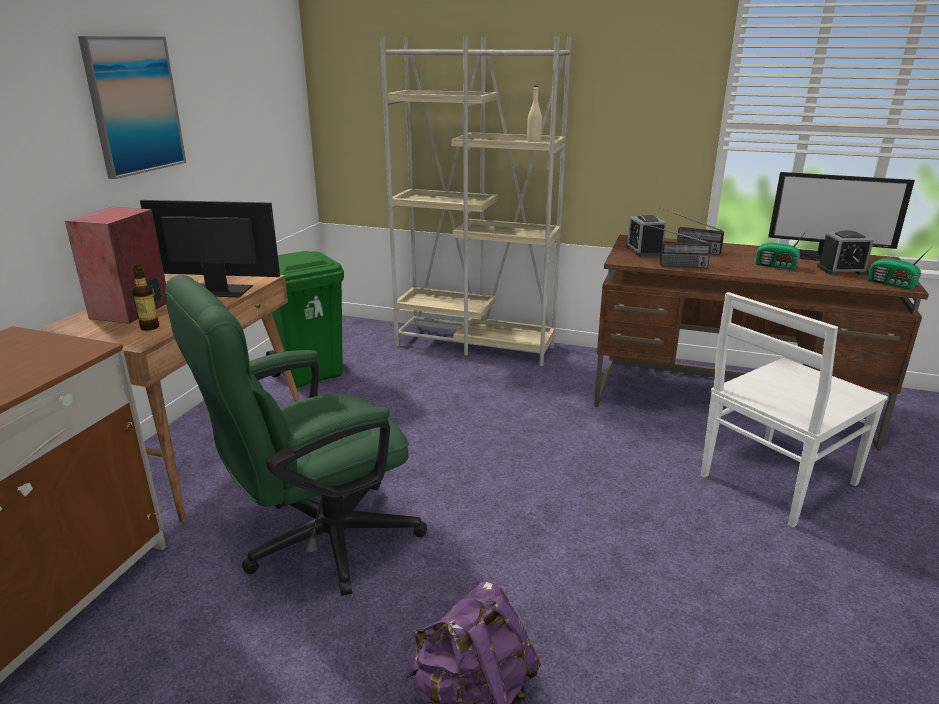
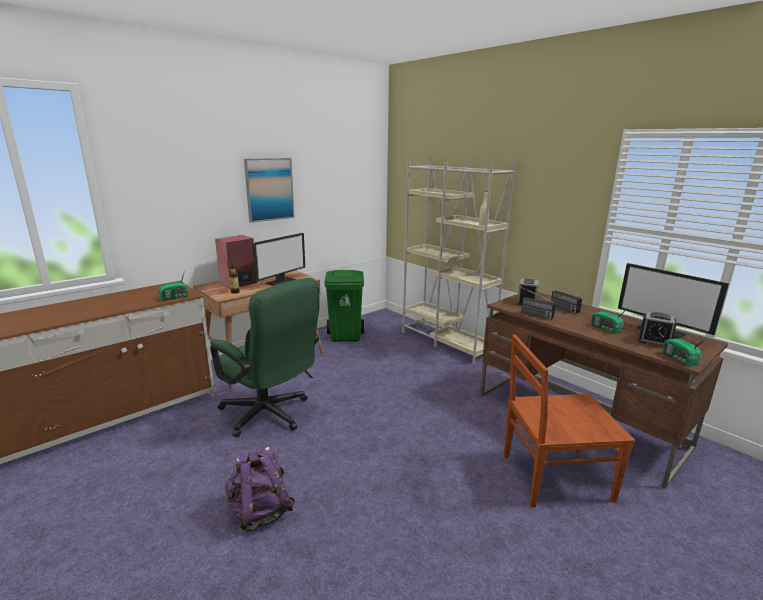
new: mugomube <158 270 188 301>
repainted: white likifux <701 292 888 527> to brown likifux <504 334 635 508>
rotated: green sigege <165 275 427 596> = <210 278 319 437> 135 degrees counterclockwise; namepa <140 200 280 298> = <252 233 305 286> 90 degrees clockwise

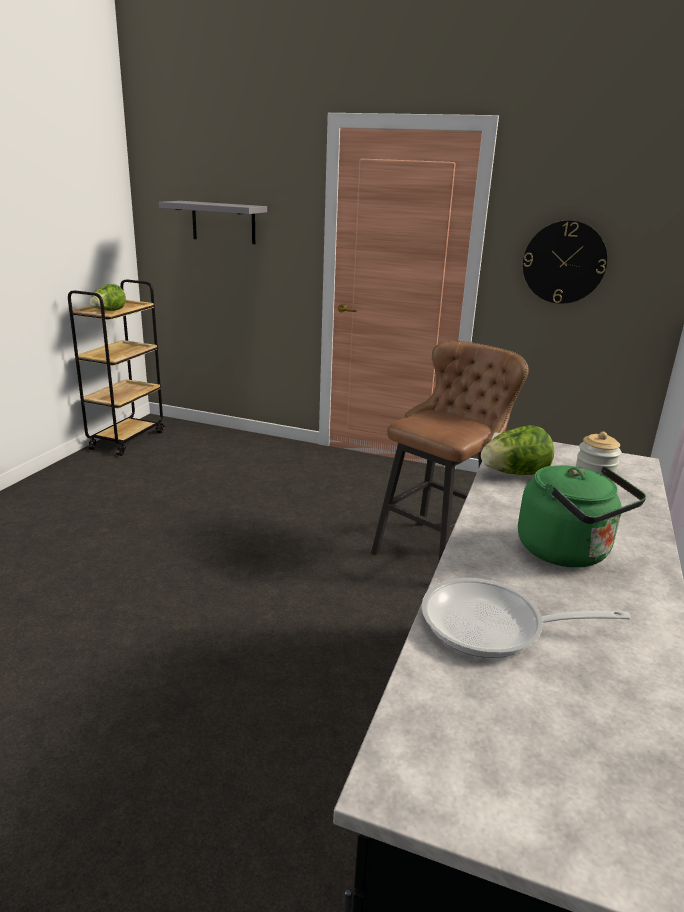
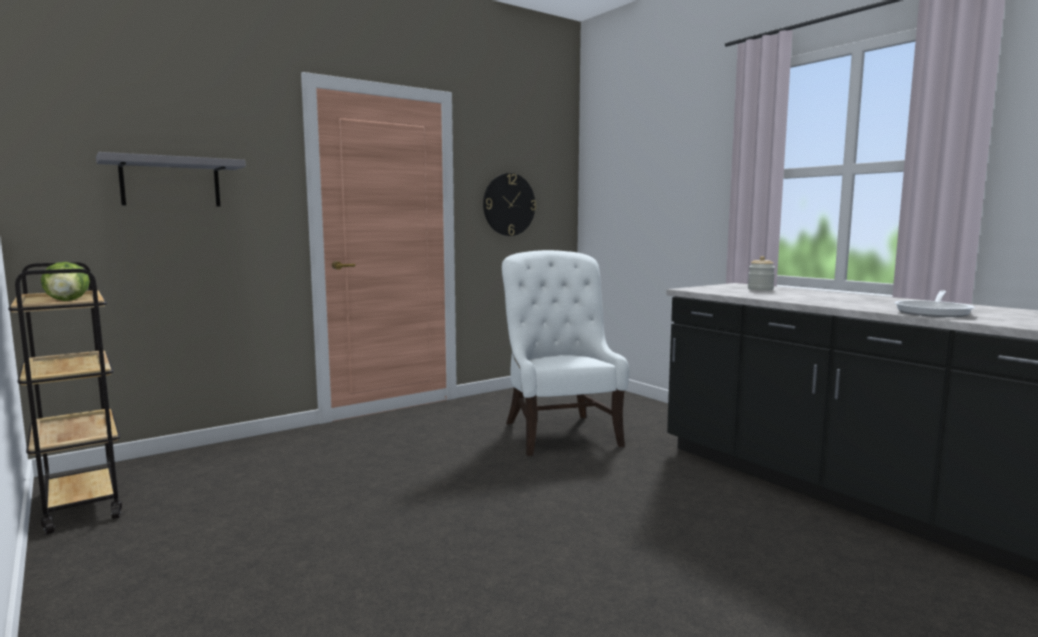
gone: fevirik <481 425 554 475>; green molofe <518 465 646 567>
swapped: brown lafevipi <371 341 529 564> to white likifux <502 250 629 456>

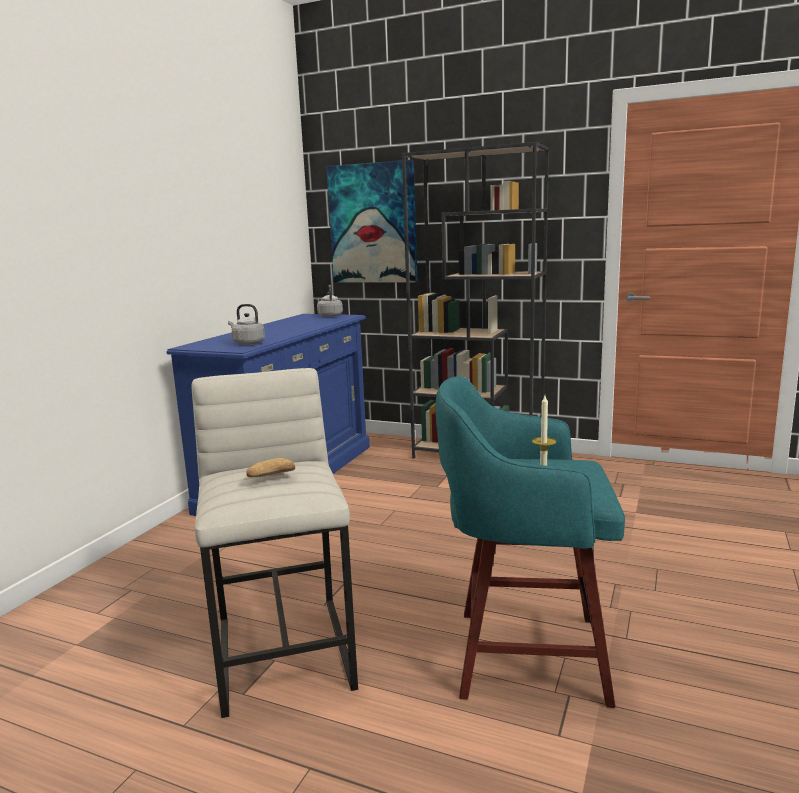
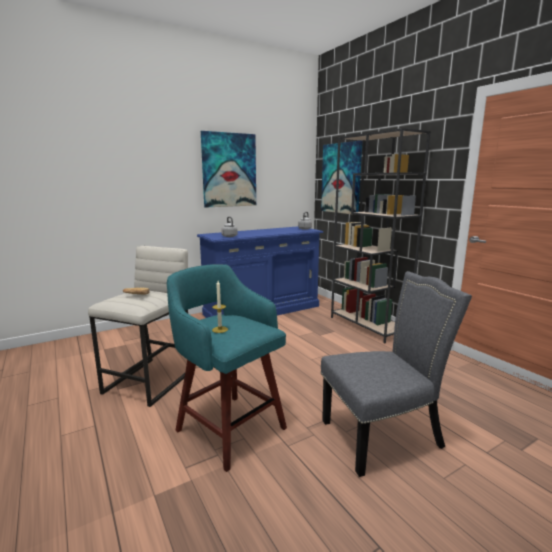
new: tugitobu <201 131 256 208>; grey likifux <320 271 472 477>

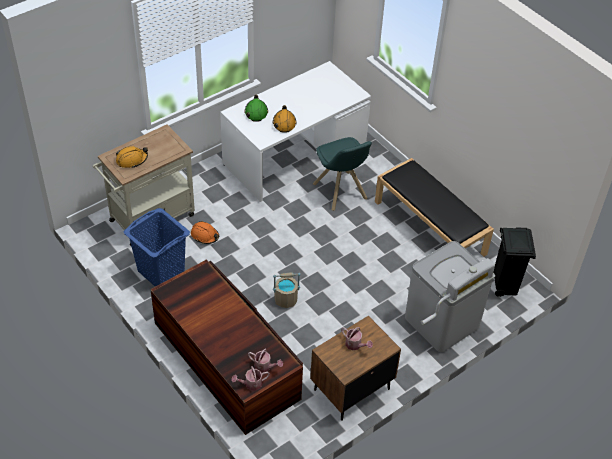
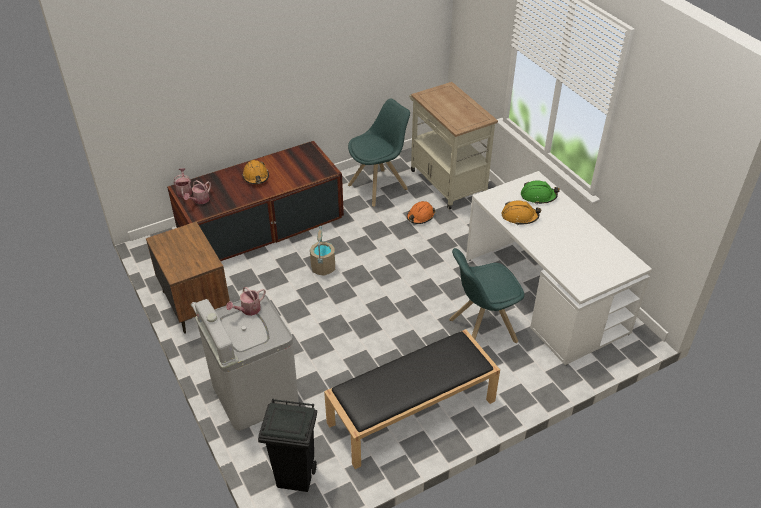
shifted: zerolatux <341 327 373 350> to <226 287 266 316>; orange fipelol <116 146 148 168> to <242 160 269 184>
swapped: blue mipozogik <124 208 190 287> to turquoise likifux <348 98 410 207>

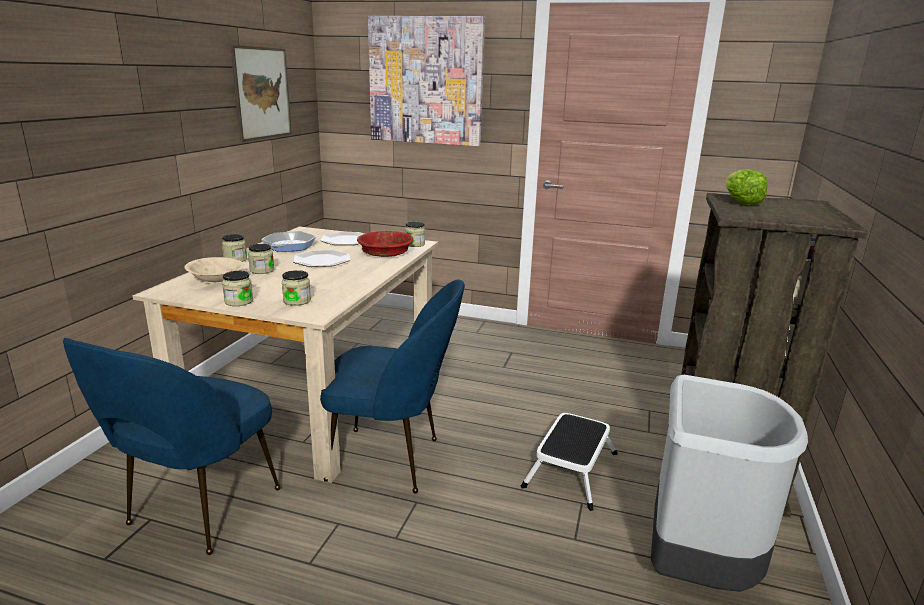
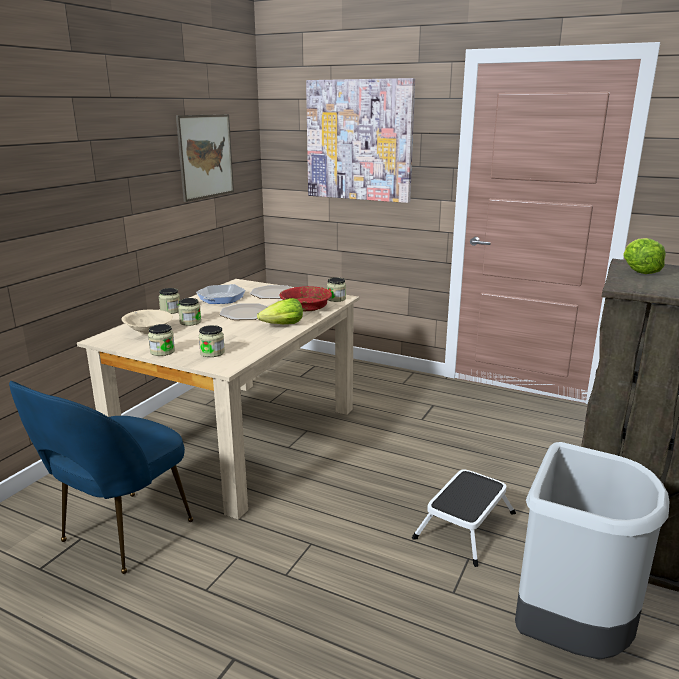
gone: blue likifux <320 279 465 494>
new: fevirik <257 298 303 324>

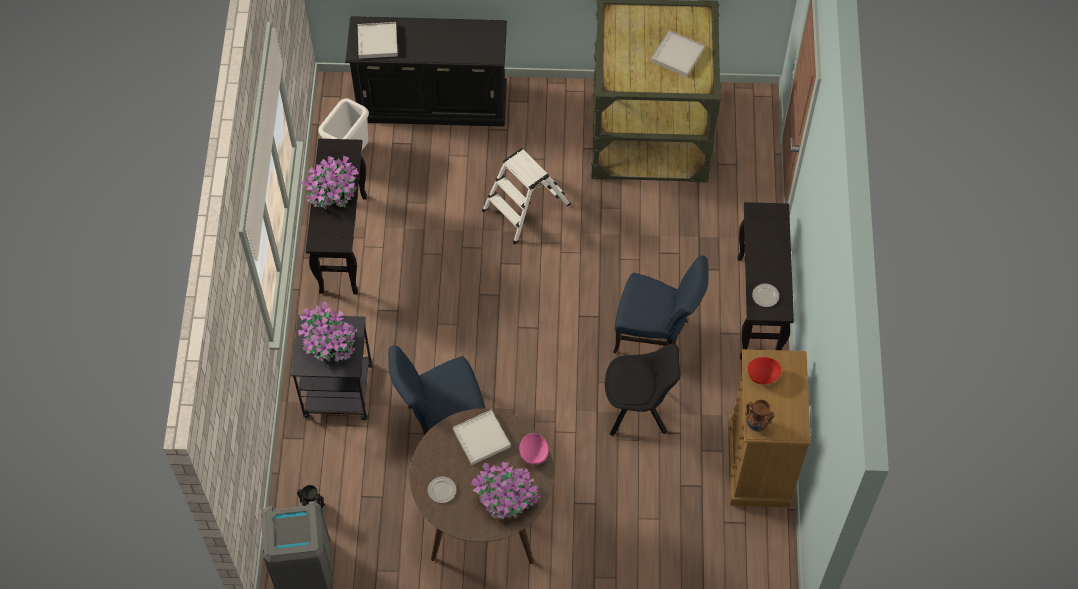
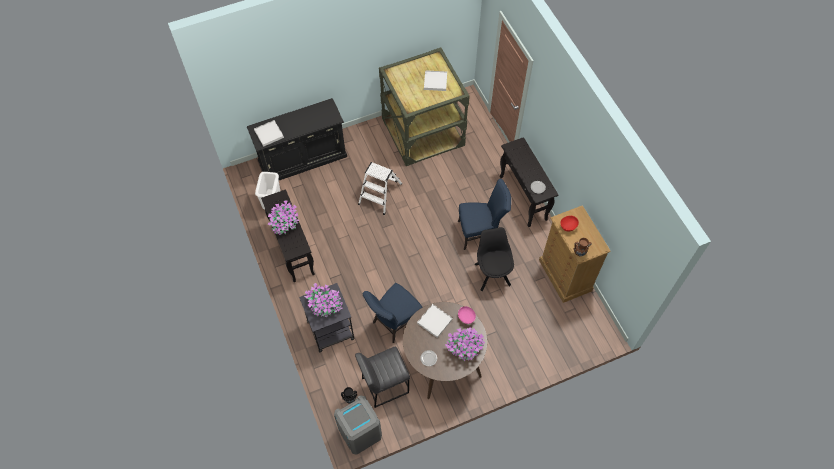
new: grey lafevipi <355 347 410 408>
rotated: black likifux <605 344 680 436> = <475 227 514 291> 75 degrees counterclockwise

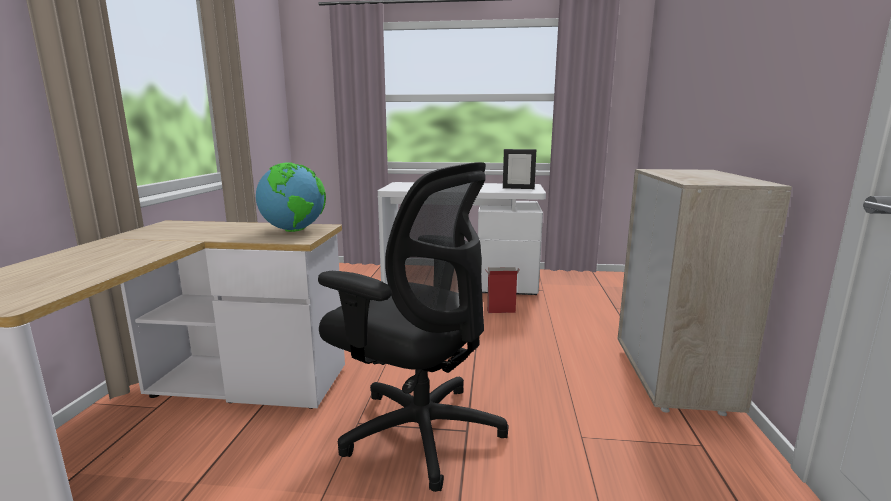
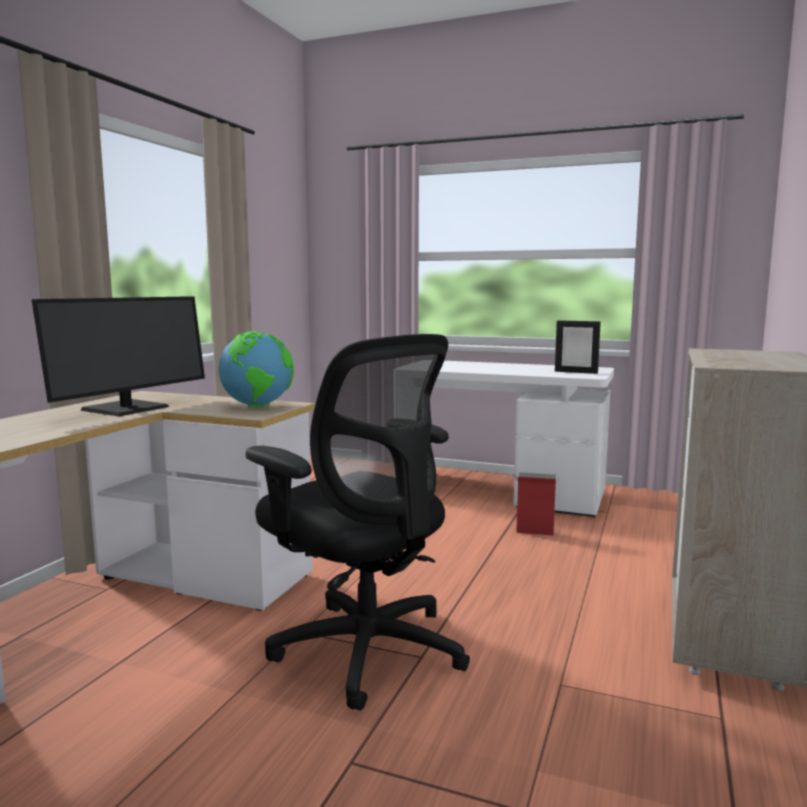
new: namepa <32 296 205 416>

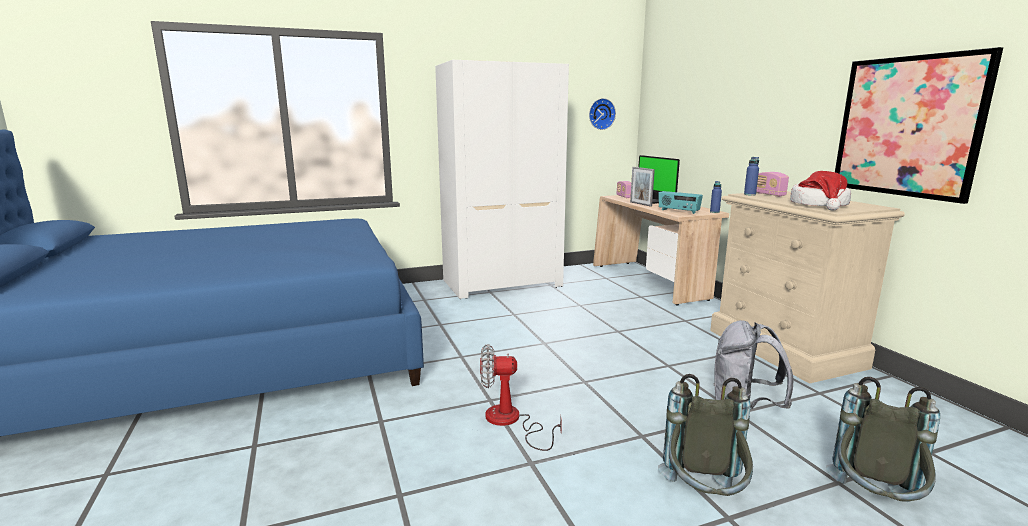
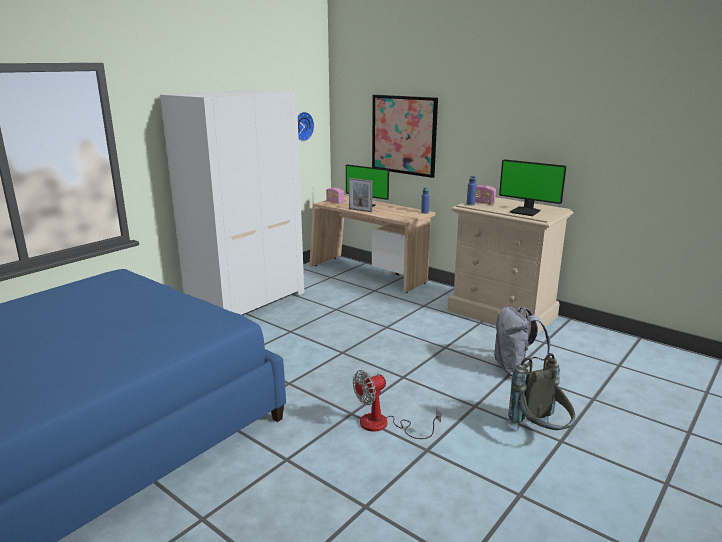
gone: mugomube <658 191 703 214>; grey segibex <826 377 940 502>
shifted: tugitobu <835 47 1003 204> to <372 95 438 178>
swapped: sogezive <790 171 851 211> to namepa <499 159 566 216>

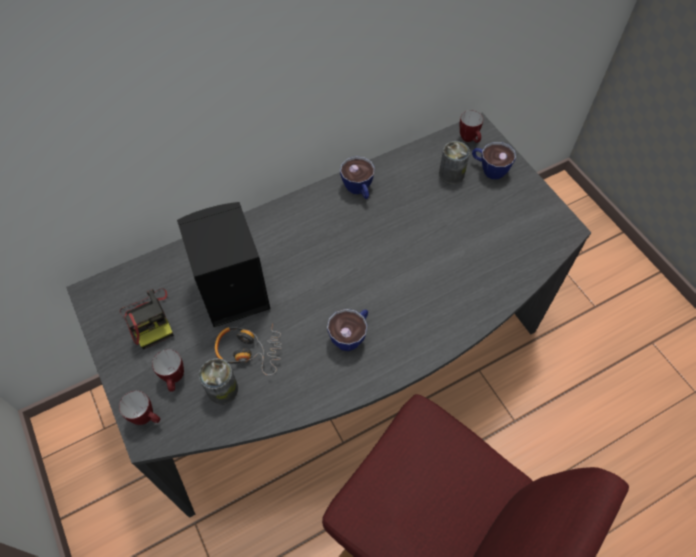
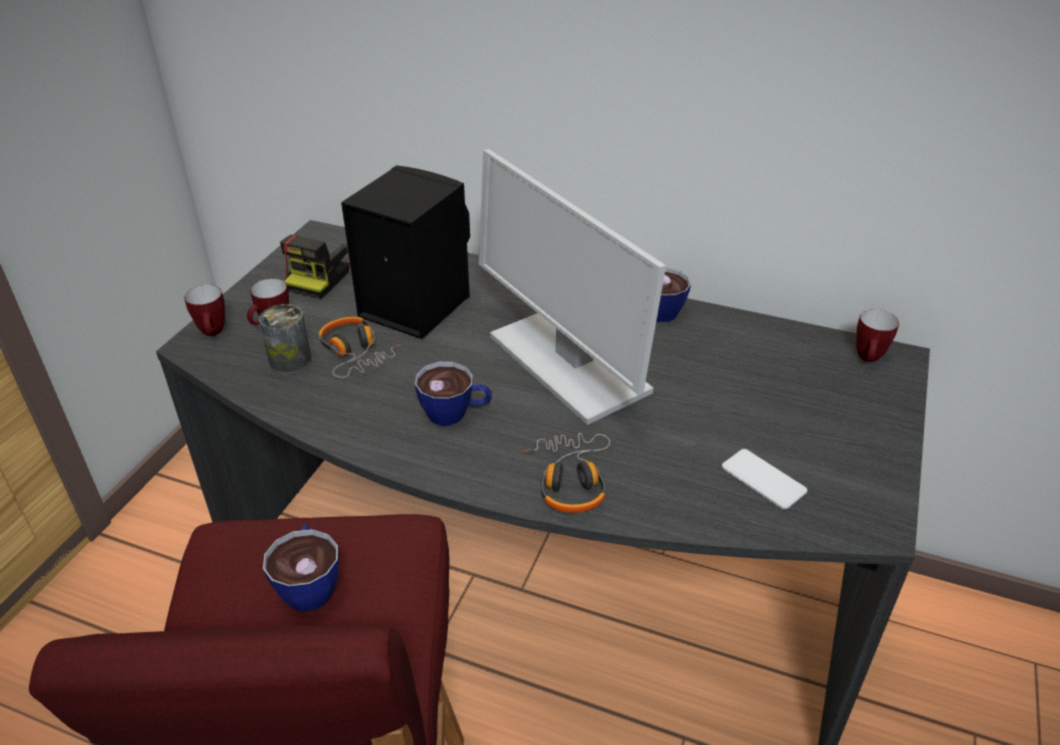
gone: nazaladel <439 141 470 184>
new: namepa <479 149 666 425>; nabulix <523 433 610 513>; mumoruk <721 449 807 510>
shifted: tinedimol <472 142 516 179> to <263 525 339 612>

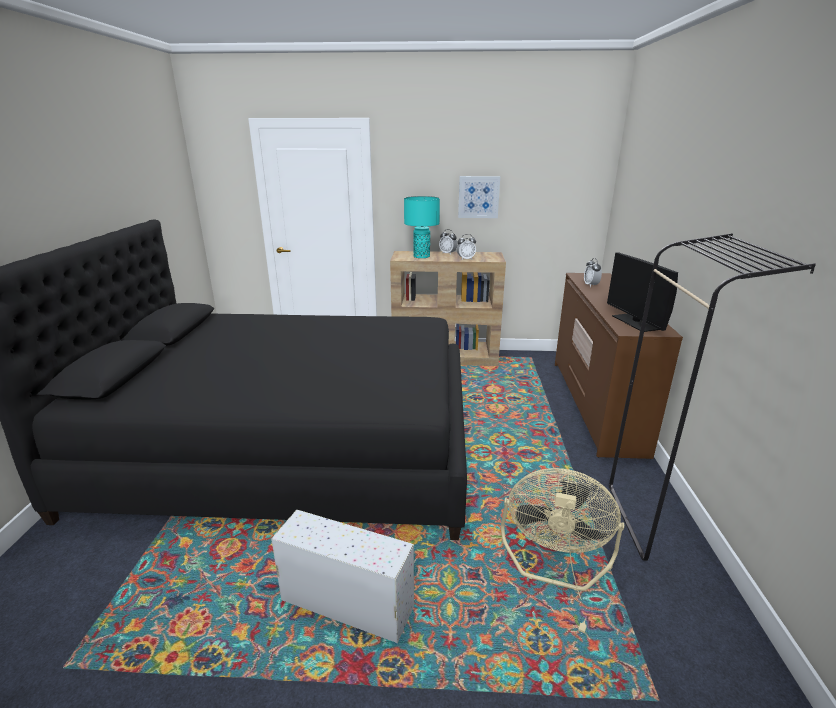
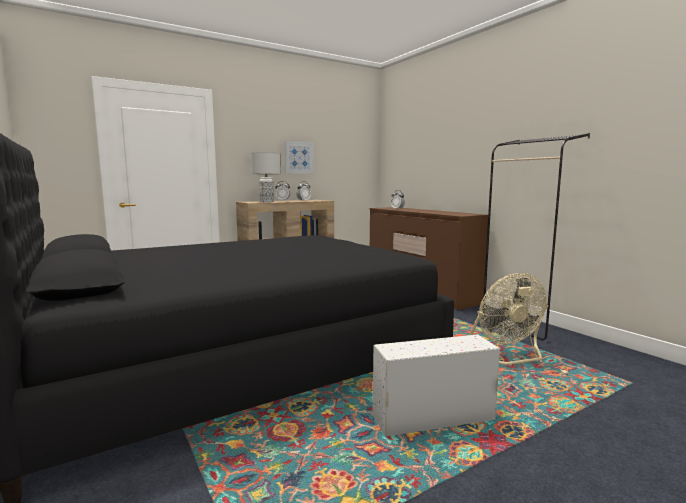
gone: namepa <607 252 678 332>
repainted: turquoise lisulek <404 196 440 258> to white lisulek <251 153 281 202>

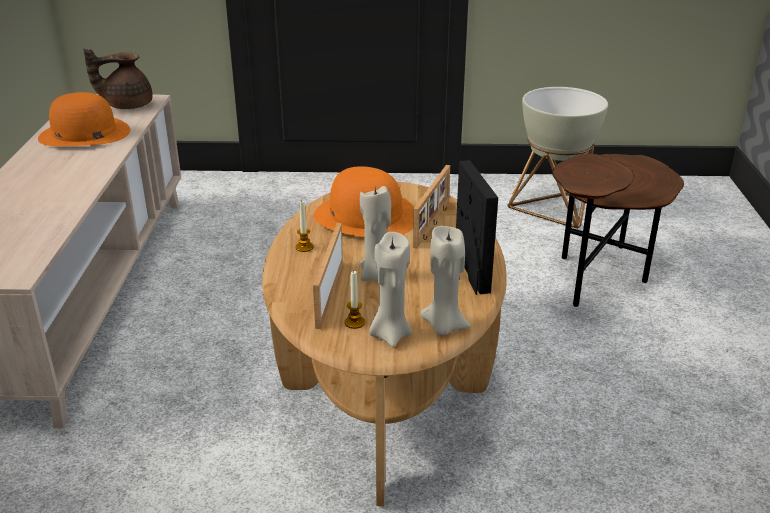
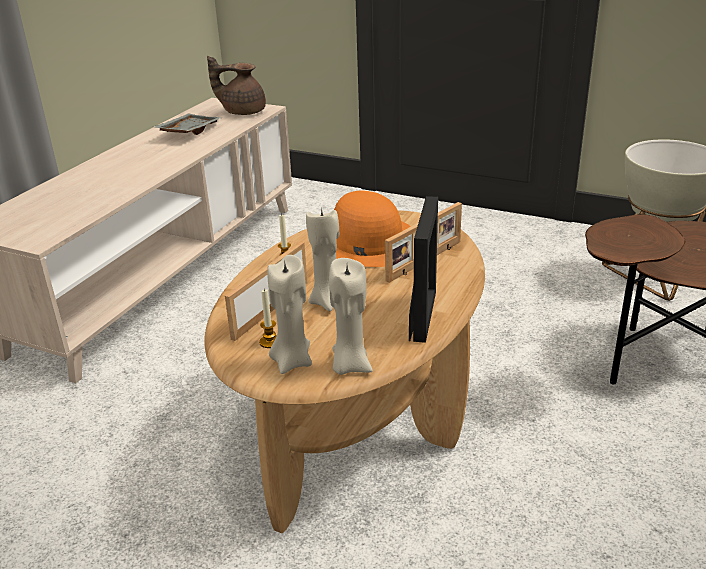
swapped: orange sogezive <38 92 131 146> to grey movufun <153 114 222 135>

